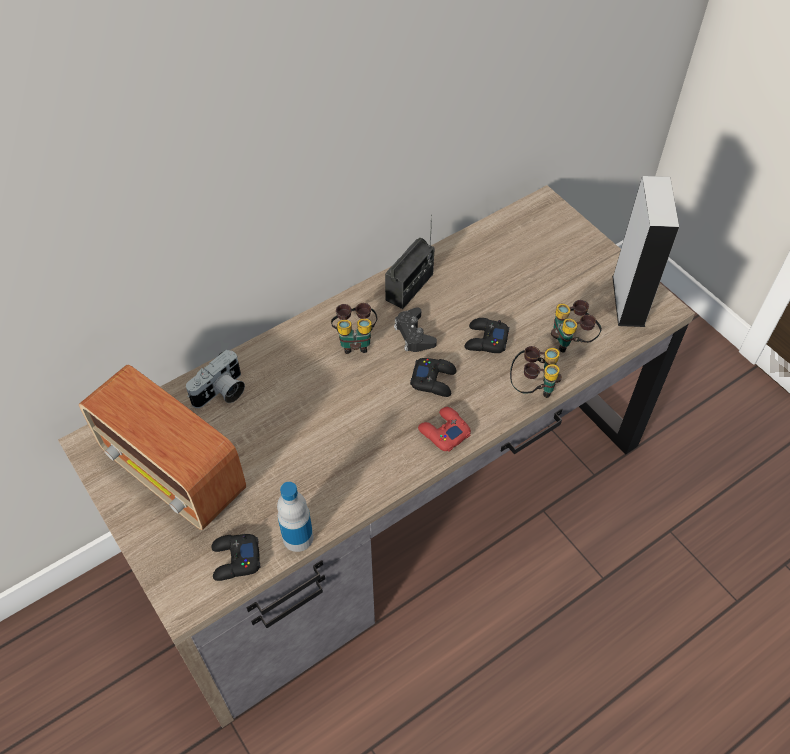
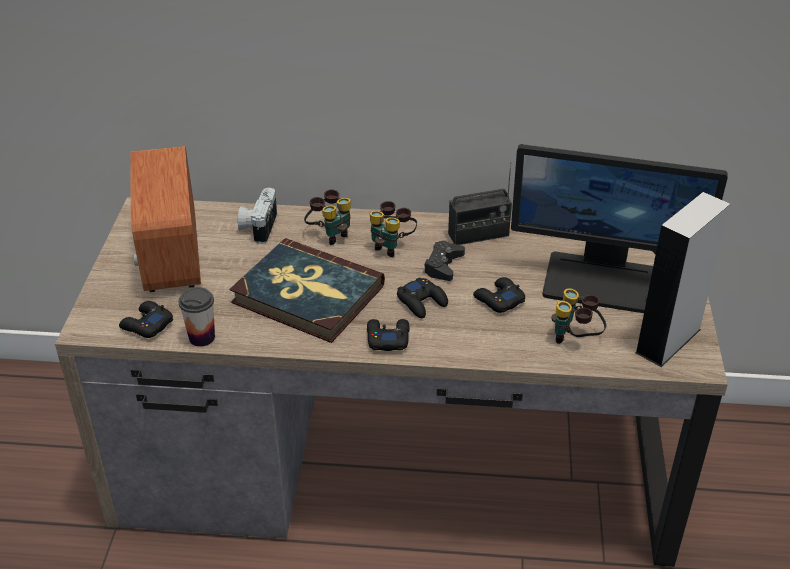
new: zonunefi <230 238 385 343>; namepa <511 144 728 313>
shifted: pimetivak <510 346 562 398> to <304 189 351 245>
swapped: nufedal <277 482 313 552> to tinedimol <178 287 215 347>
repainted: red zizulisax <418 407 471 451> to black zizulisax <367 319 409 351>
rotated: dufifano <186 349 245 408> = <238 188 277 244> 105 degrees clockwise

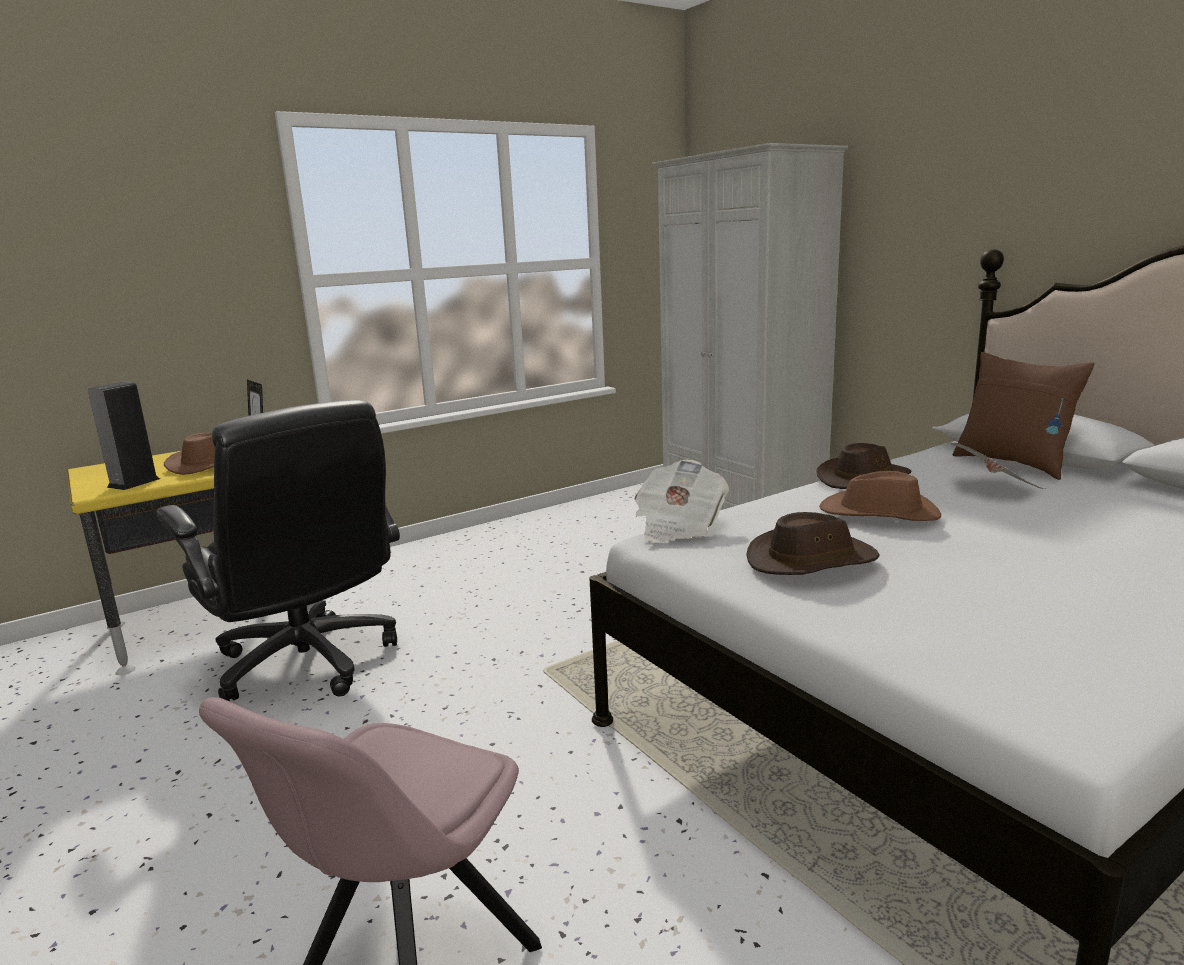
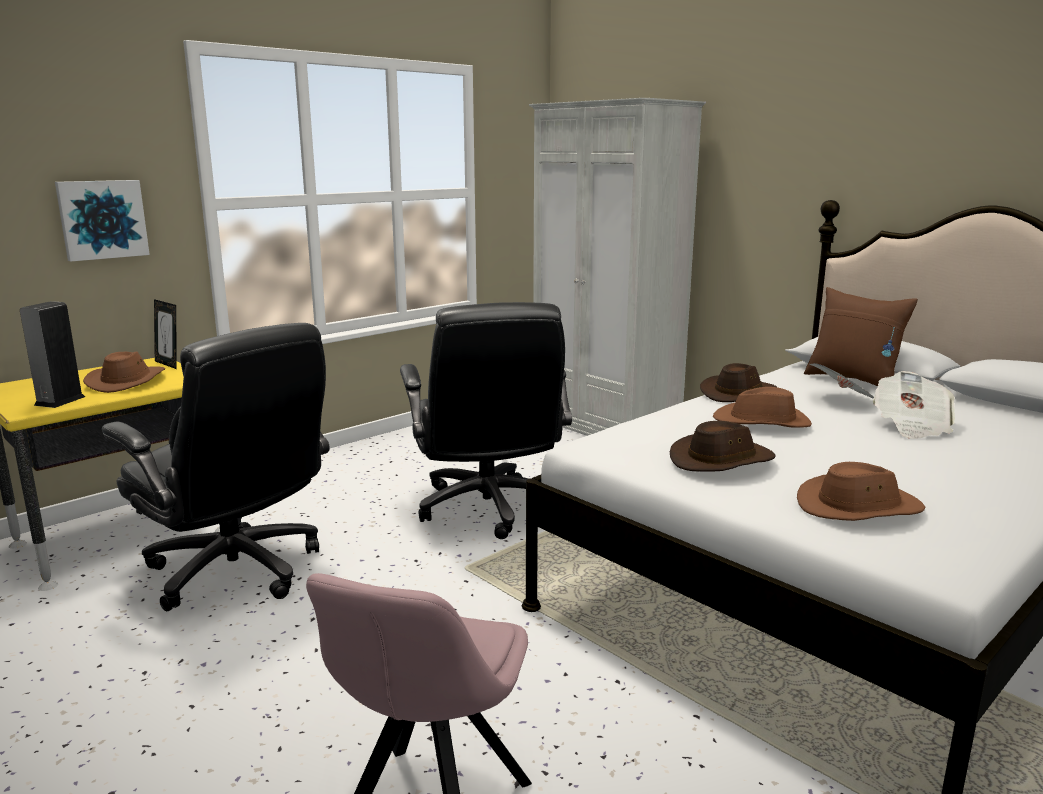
new: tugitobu <55 180 150 262>; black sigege <400 302 572 539>; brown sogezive <797 462 926 521>
shifted: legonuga <634 460 729 542> to <873 371 955 439>

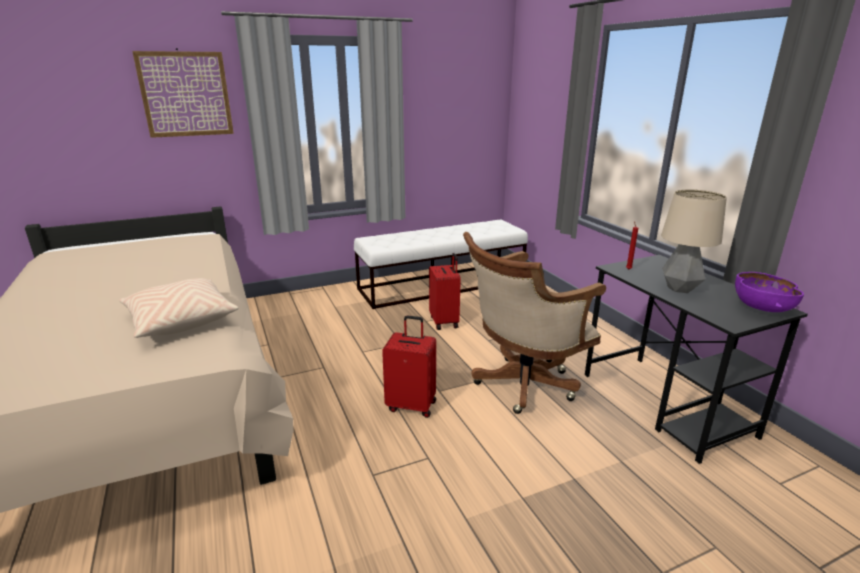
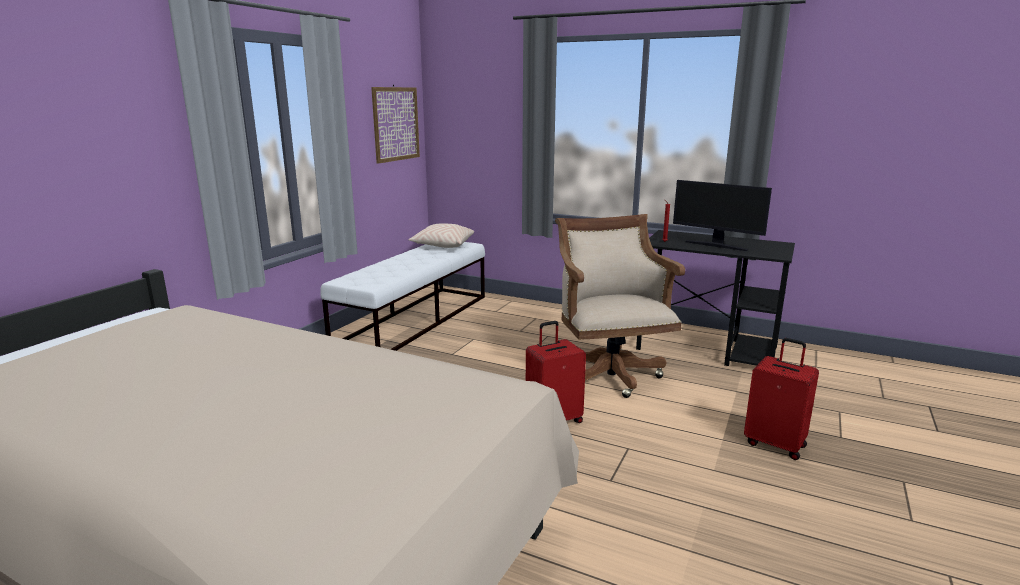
gone: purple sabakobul <735 272 804 312>
shifted: tugitobu <132 48 234 138> to <371 84 420 164>; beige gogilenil <119 278 239 338> to <408 224 474 248>; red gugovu <429 253 461 330> to <744 338 819 460>
swapped: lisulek <661 189 727 293> to namepa <673 180 772 251>
rotated: sigege <463 232 606 414> = <555 214 685 398> 150 degrees clockwise

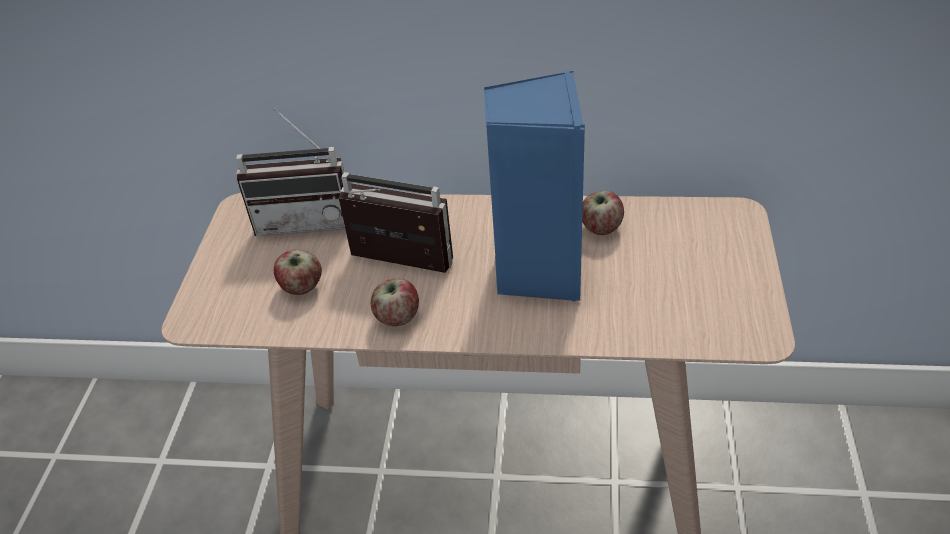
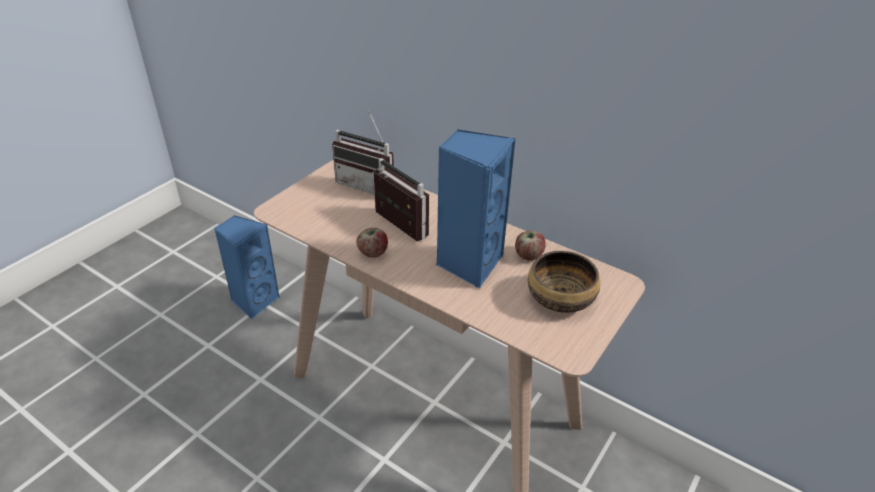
gone: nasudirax <274 249 322 295>
new: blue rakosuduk <214 215 280 319>; sabakobul <528 251 600 313>

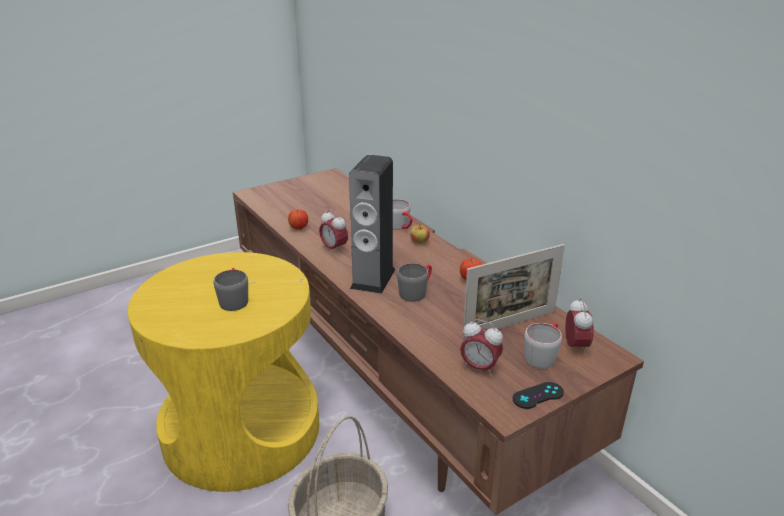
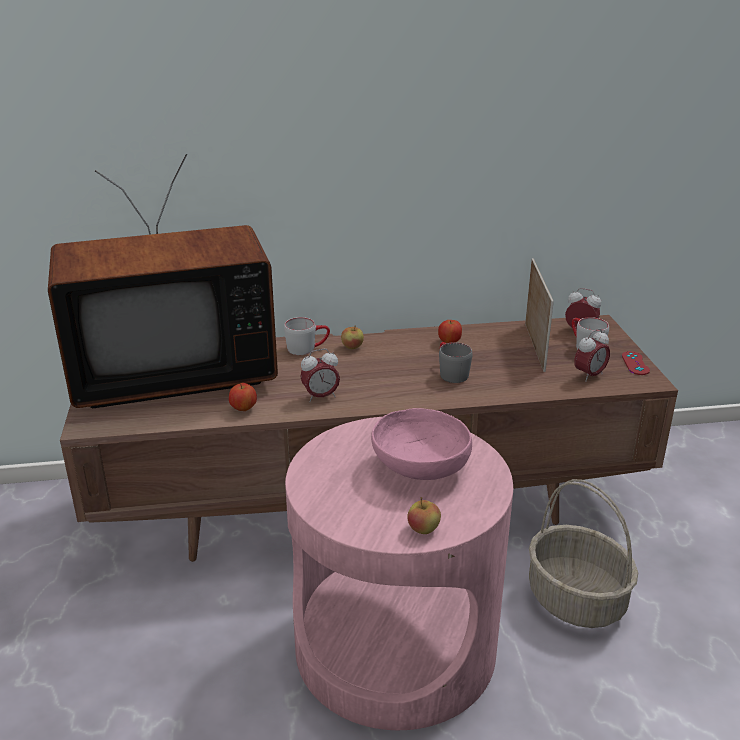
gone: rakosuduk <349 155 396 294>
new: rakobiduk <48 154 278 408>; nasudirax <407 497 441 534>
swapped: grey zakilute <214 268 248 311> to pink sabakobul <371 408 472 480>
repainted: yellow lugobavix <128 252 319 492> to pink lugobavix <285 417 513 730>; black zizulisax <513 382 564 409> to red zizulisax <622 351 650 375>

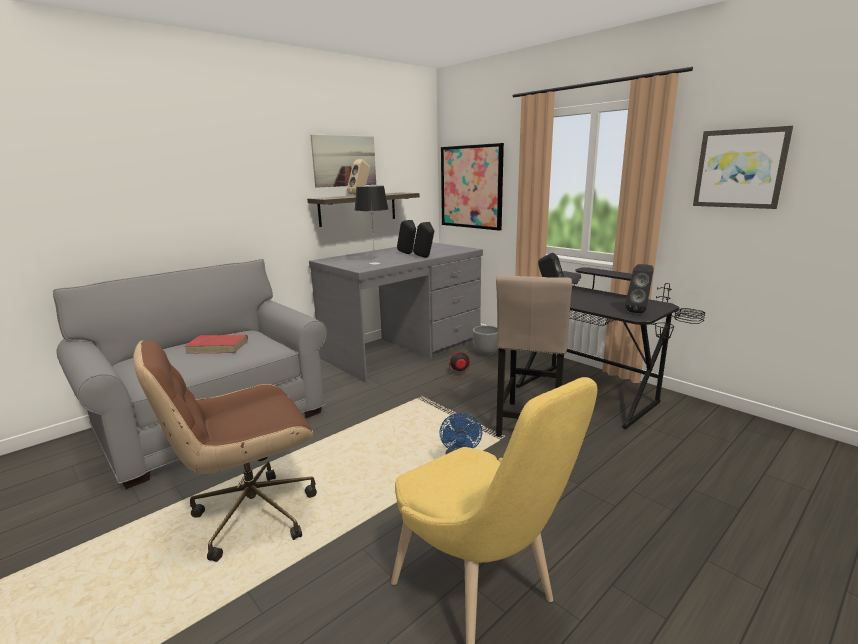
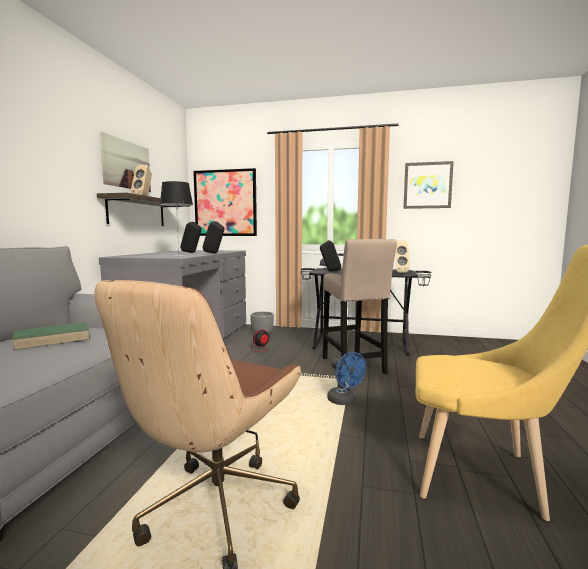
repainted: red zonunefi <185 335 248 354> to green zonunefi <12 322 90 350>; black rakosuduk <625 264 654 313> to beige rakosuduk <395 240 410 273>

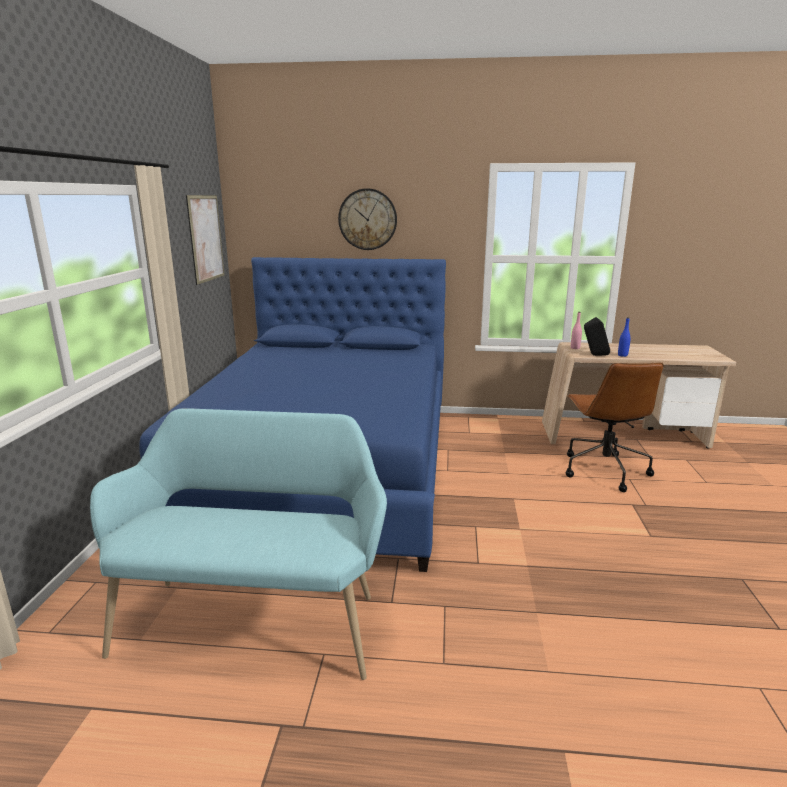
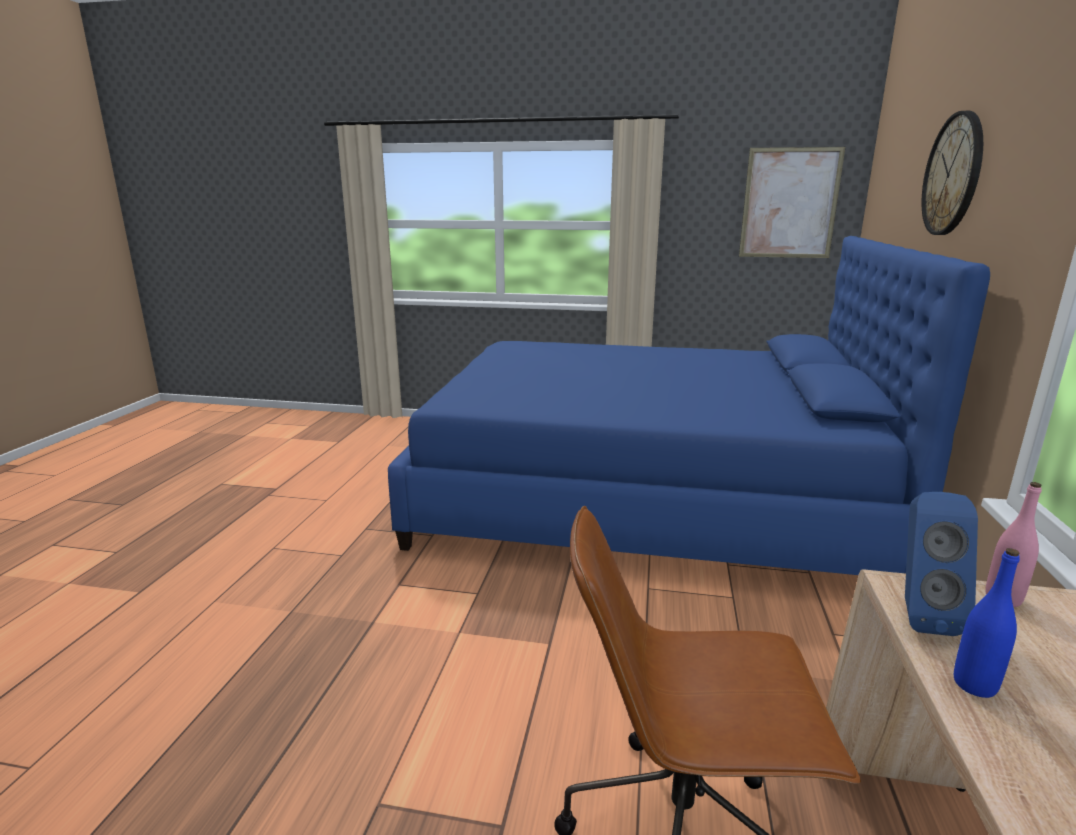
gone: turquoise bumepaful <90 408 387 680>
repainted: black rakosuduk <584 317 610 356> to blue rakosuduk <905 492 978 636>

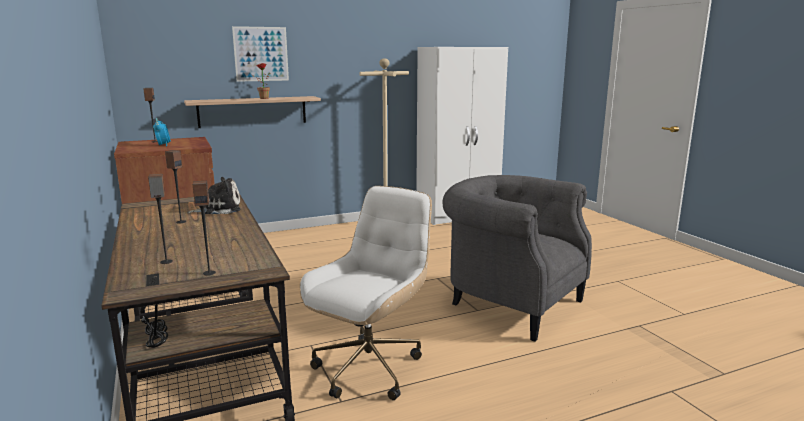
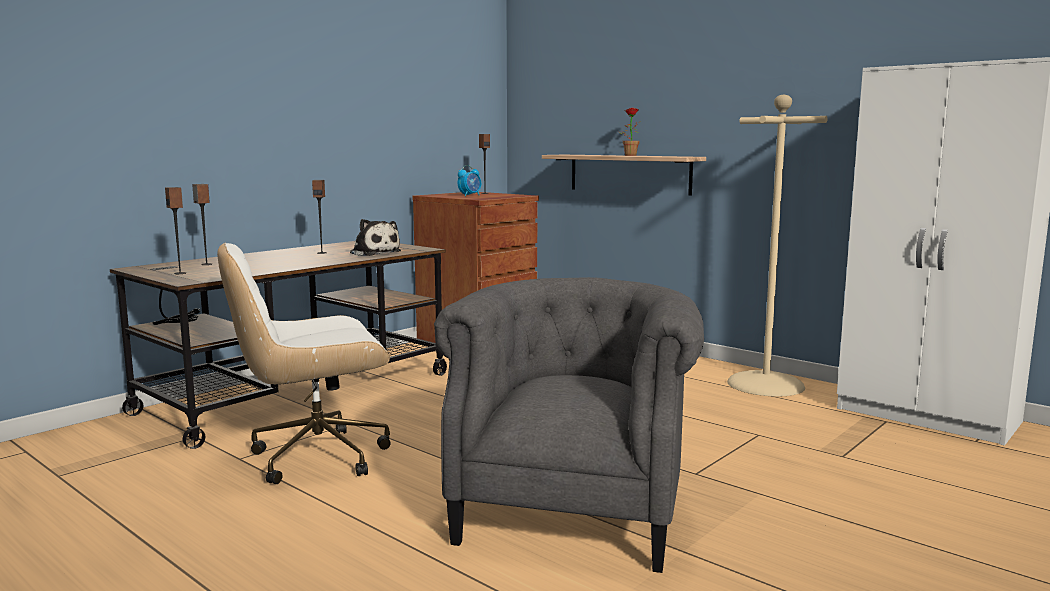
gone: tugitobu <232 26 289 82>
rotated: white sigege <300 186 432 400> = <217 243 391 484> 150 degrees clockwise

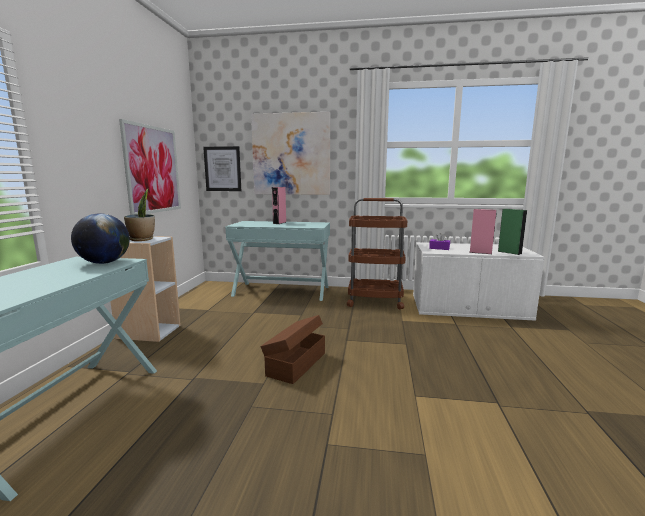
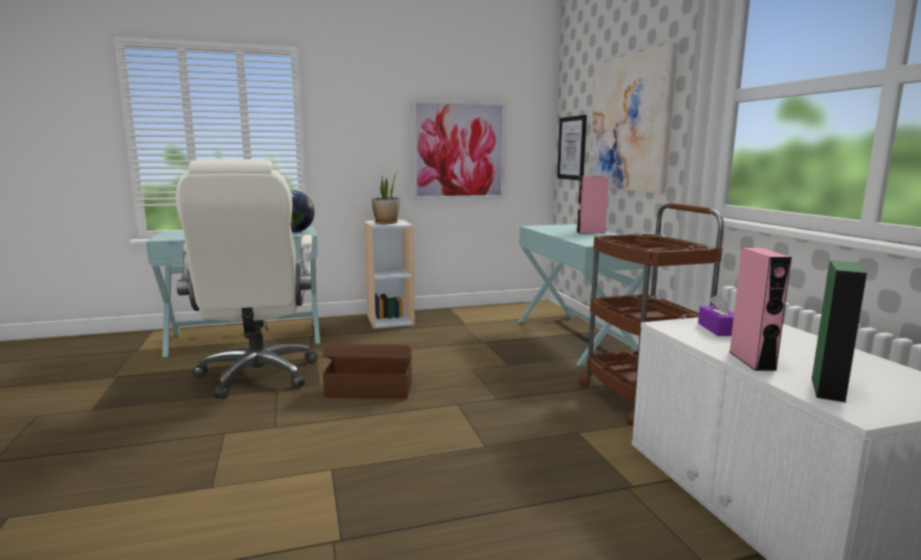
new: white sigege <176 159 318 399>

